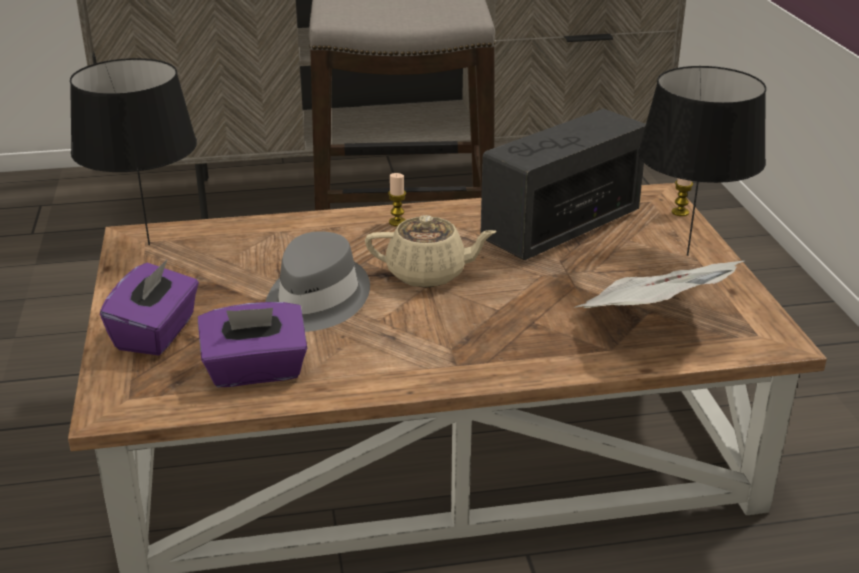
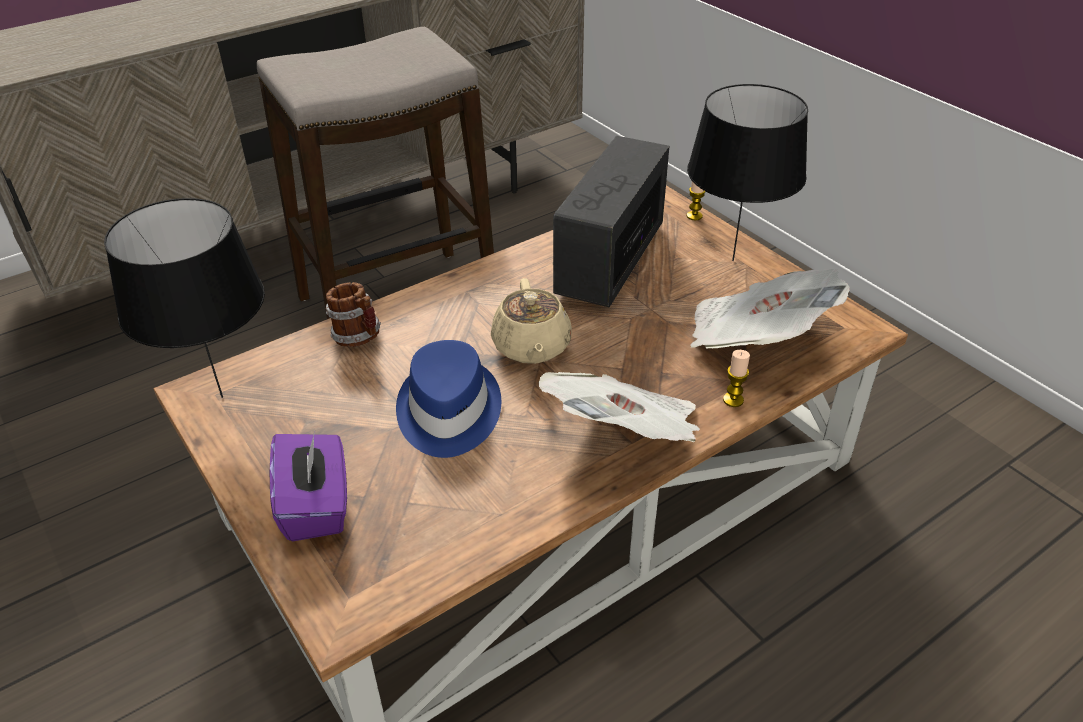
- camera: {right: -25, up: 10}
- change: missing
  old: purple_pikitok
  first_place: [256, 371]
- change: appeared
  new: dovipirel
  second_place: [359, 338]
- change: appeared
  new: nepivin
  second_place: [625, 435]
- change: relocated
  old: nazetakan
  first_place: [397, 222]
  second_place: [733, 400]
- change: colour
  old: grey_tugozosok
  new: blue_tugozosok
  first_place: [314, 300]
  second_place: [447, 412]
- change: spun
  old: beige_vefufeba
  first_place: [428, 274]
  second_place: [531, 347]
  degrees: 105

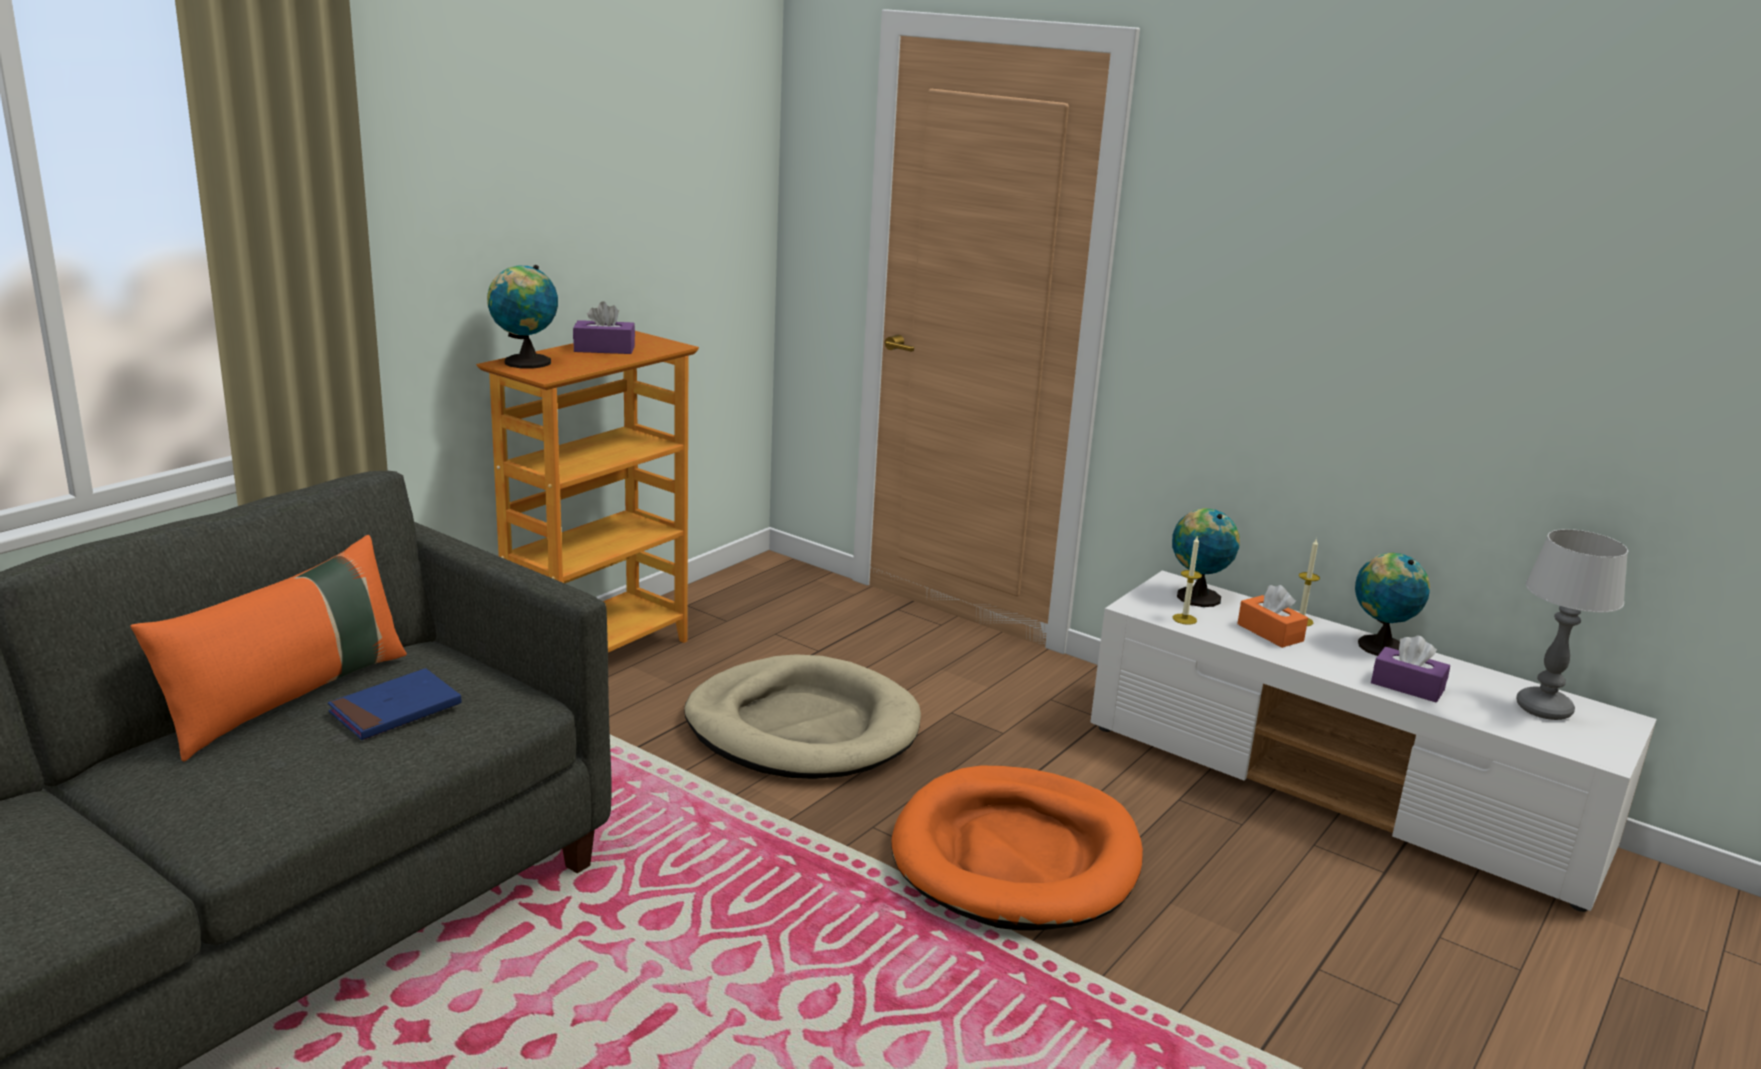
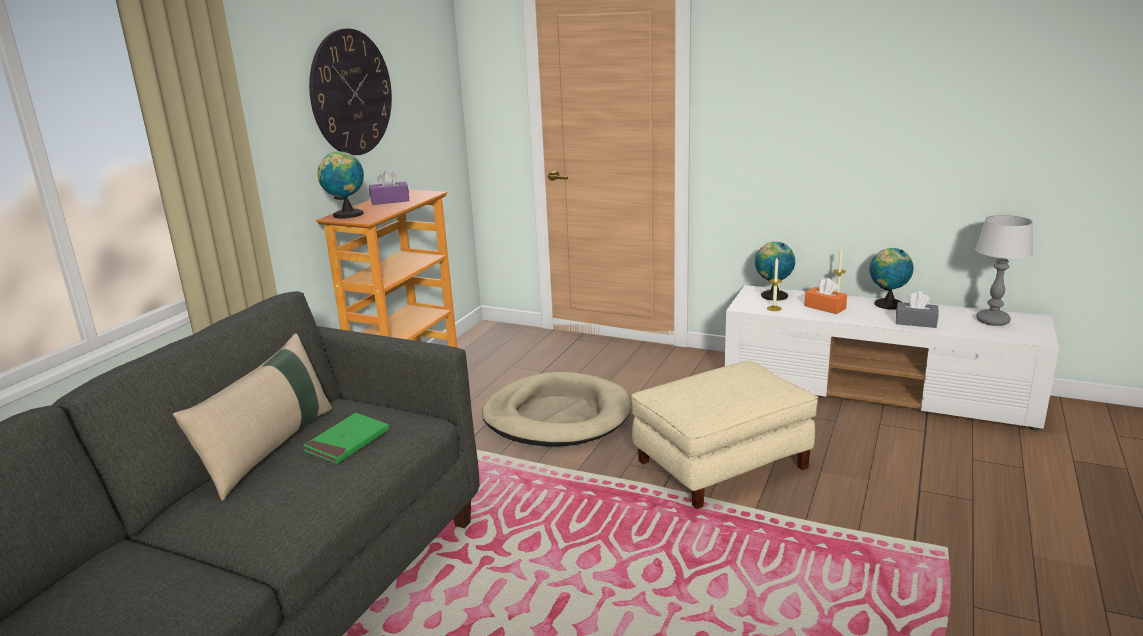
- camera: {right: -10, up: 0}
- change: appeared
  new: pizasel
  second_place: [351, 93]
- change: exchanged
  old: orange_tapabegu
  new: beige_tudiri
  first_place: [1016, 856]
  second_place: [721, 464]
- change: colour
  old: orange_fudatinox
  new: beige_fudatinox
  first_place: [289, 698]
  second_place: [270, 448]
- change: colour
  old: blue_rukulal
  new: green_rukulal
  first_place: [395, 710]
  second_place: [347, 442]
- change: colour
  old: purple_pikitok
  new: grey_pikitok
  first_place: [1407, 686]
  second_place: [915, 322]

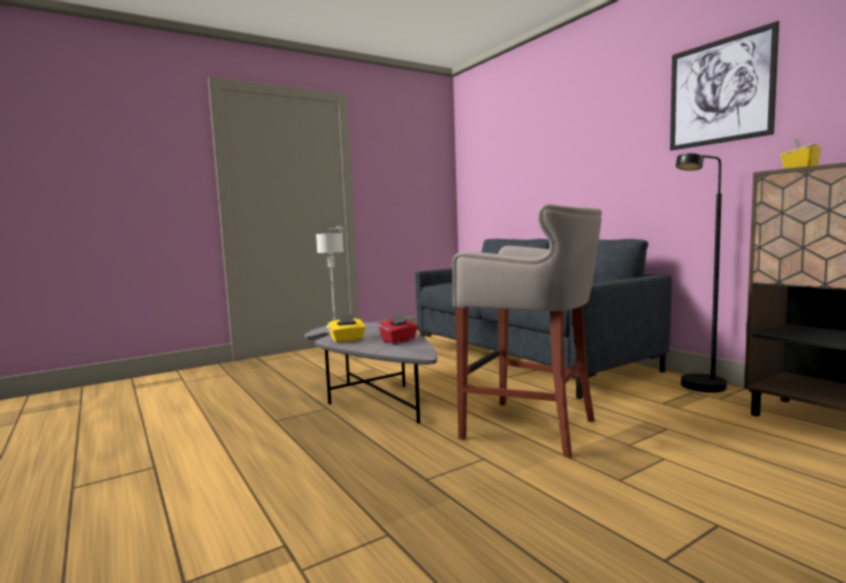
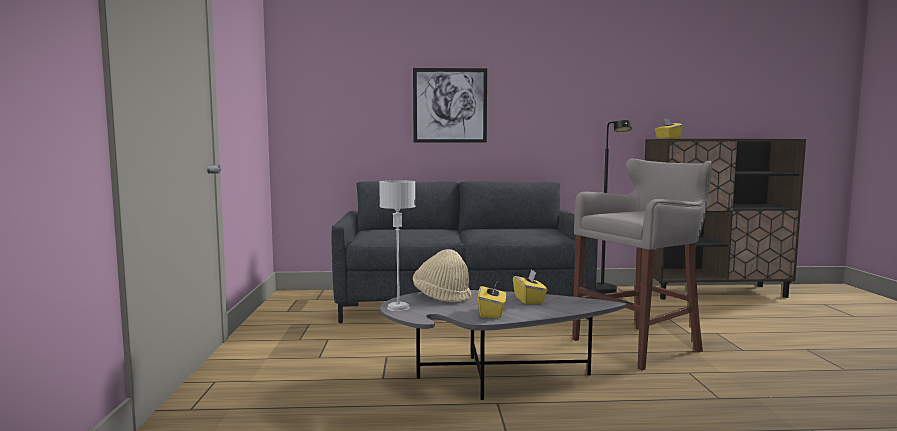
- camera: {right: -60, up: 0}
- change: appeared
  new: beige_tugozosok
  second_place: [442, 296]
- change: relocated
  old: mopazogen
  first_place: [720, 92]
  second_place: [450, 105]
- change: colour
  old: red_pikitok
  new: yellow_pikitok
  first_place: [399, 340]
  second_place: [529, 300]

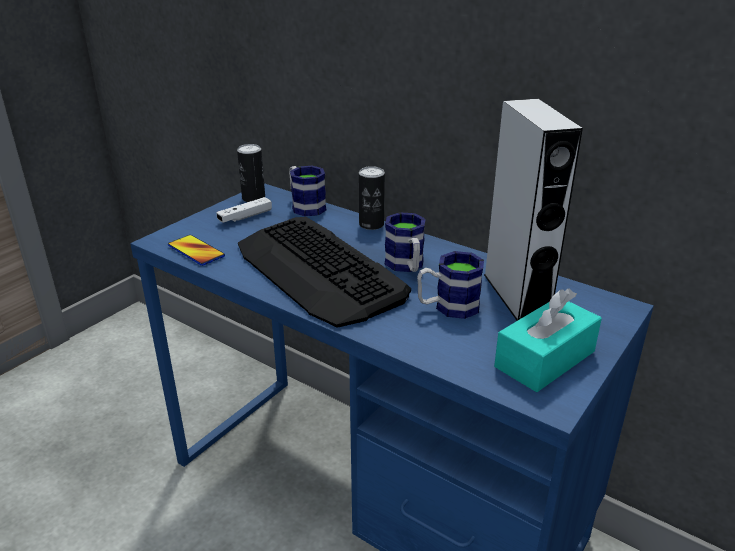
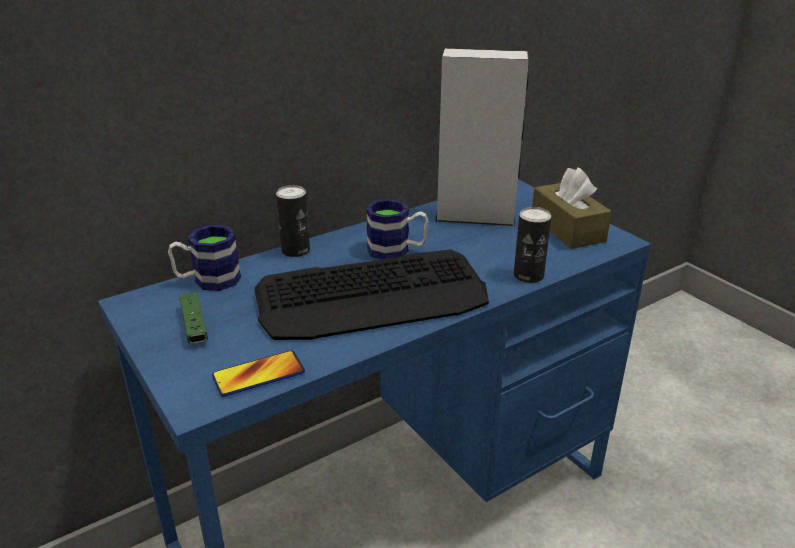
- camera: {right: -70, up: 0}
- change: missing
  old: dovipirel
  first_place: [448, 307]
- change: relocated
  old: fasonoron
  first_place: [253, 198]
  second_place: [528, 276]
- change: colour
  old: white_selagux
  new: green_selagux
  first_place: [245, 217]
  second_place: [194, 326]
- change: colour
  old: turquoise_pikitok
  new: brown_pikitok
  first_place: [545, 359]
  second_place: [567, 229]

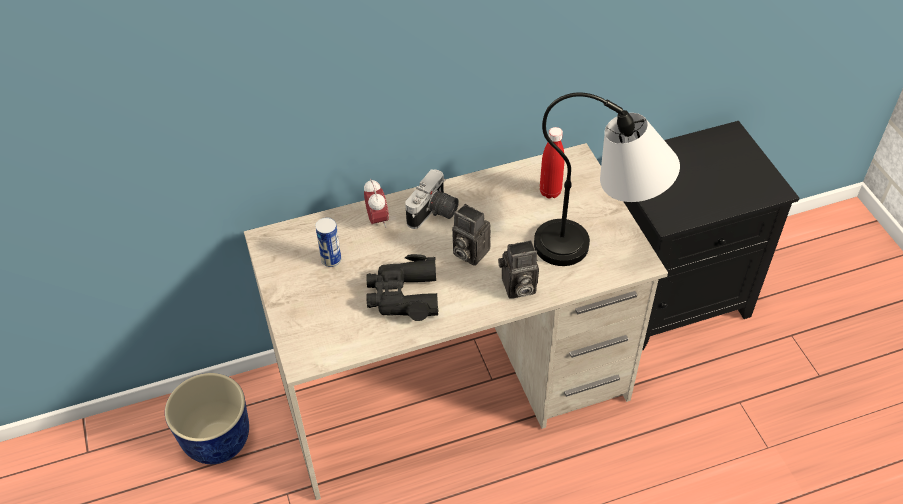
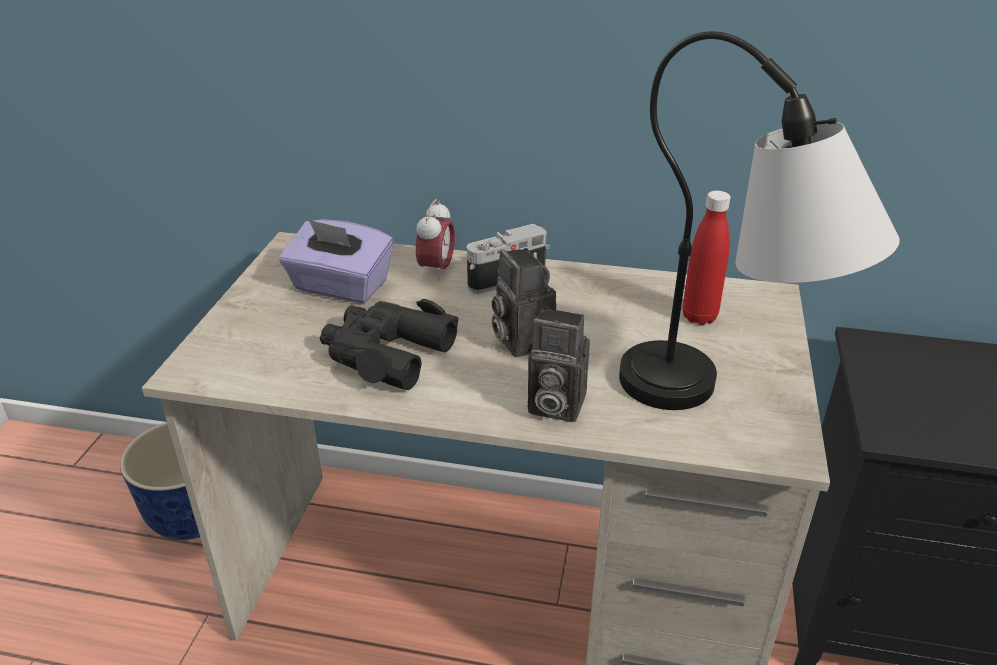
- camera: {right: 30, up: -15}
- change: exchanged
  old: fasonoron
  new: purple_pikitok
  first_place: [331, 260]
  second_place: [340, 287]

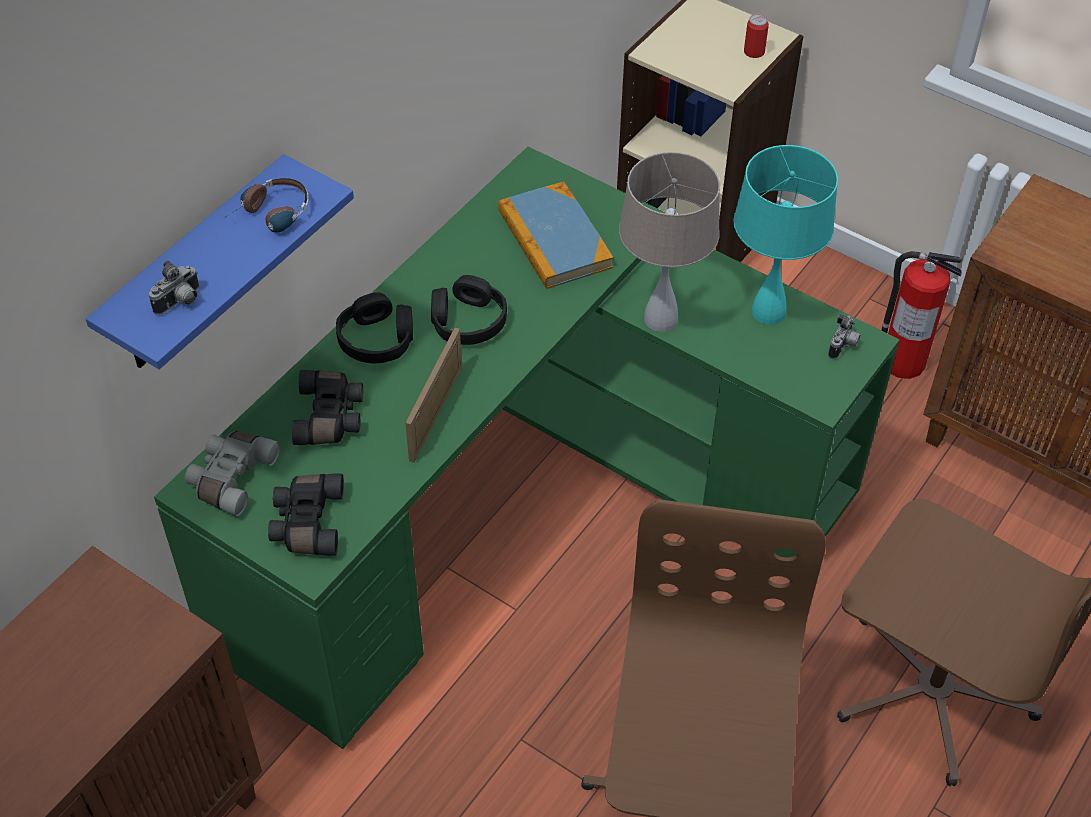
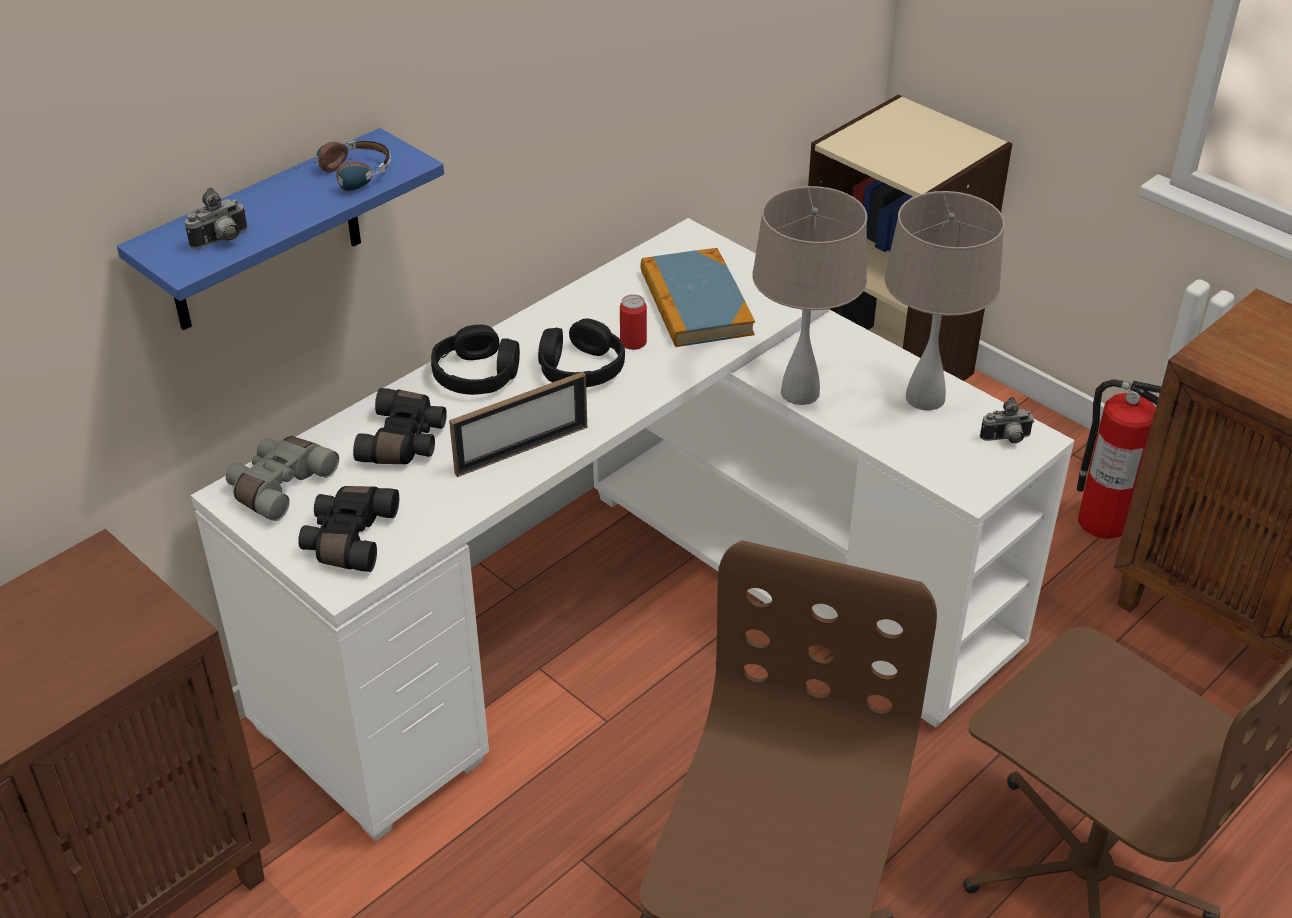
- camera: {right: 10, up: -10}
- change: relocated
  old: fasonoron
  first_place: [754, 52]
  second_place: [633, 342]
- change: colour
  old: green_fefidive
  new: white_fefidive
  first_place: [521, 507]
  second_place: [636, 618]
- change: colour
  old: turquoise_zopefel
  new: beige_zopefel
  first_place: [767, 312]
  second_place: [924, 398]
- change: spun
  old: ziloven
  first_place: [436, 413]
  second_place: [522, 450]
  degrees: -150
- change: spun
  old: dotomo
  first_place: [843, 346]
  second_place: [1006, 439]
  degrees: 45

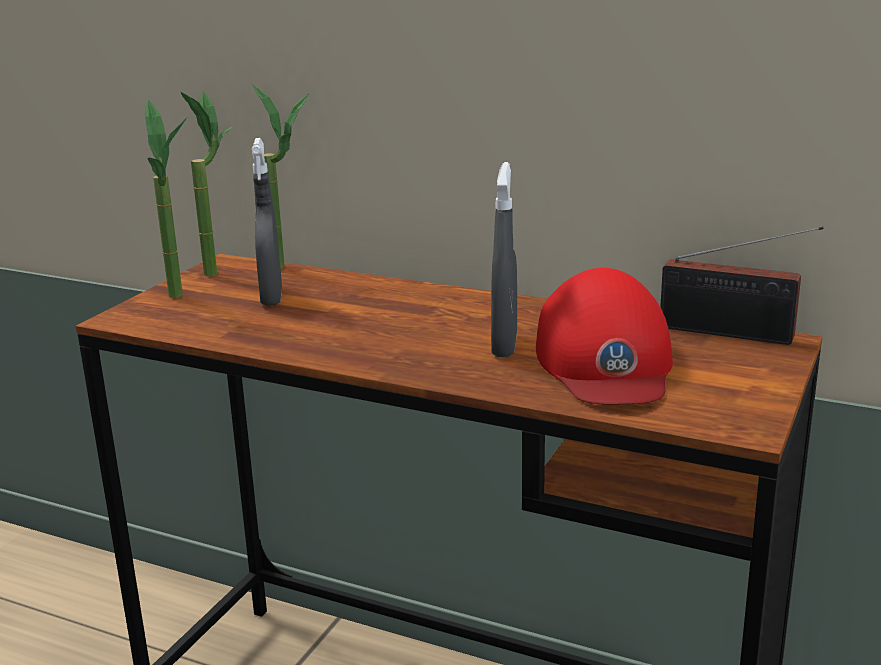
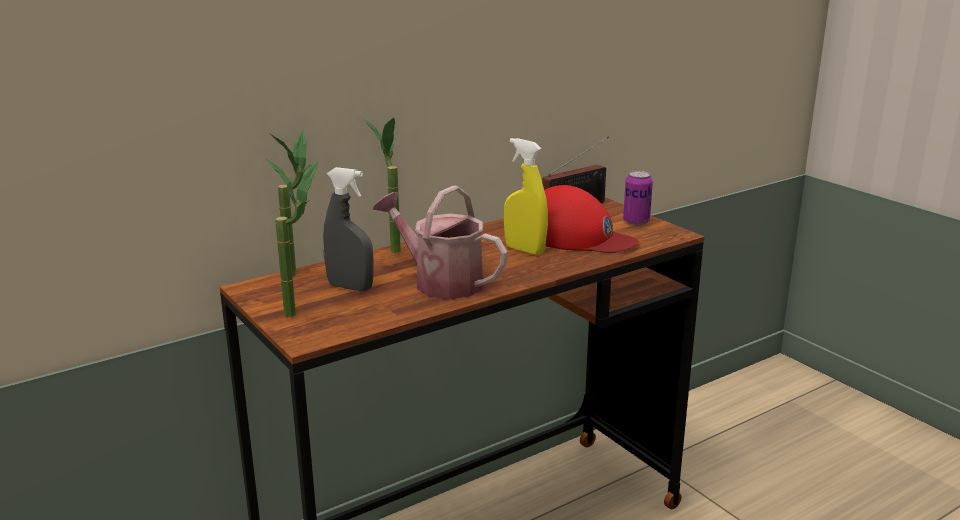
- camera: {right: -60, up: 0}
- change: appeared
  new: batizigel
  second_place: [440, 281]
- change: appeared
  new: fasonoron
  second_place: [636, 221]
- change: relocated
  old: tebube
  first_place: [217, 269]
  second_place: [389, 248]
- change: colour
  old: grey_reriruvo
  new: yellow_reriruvo
  first_place: [504, 345]
  second_place: [524, 250]

